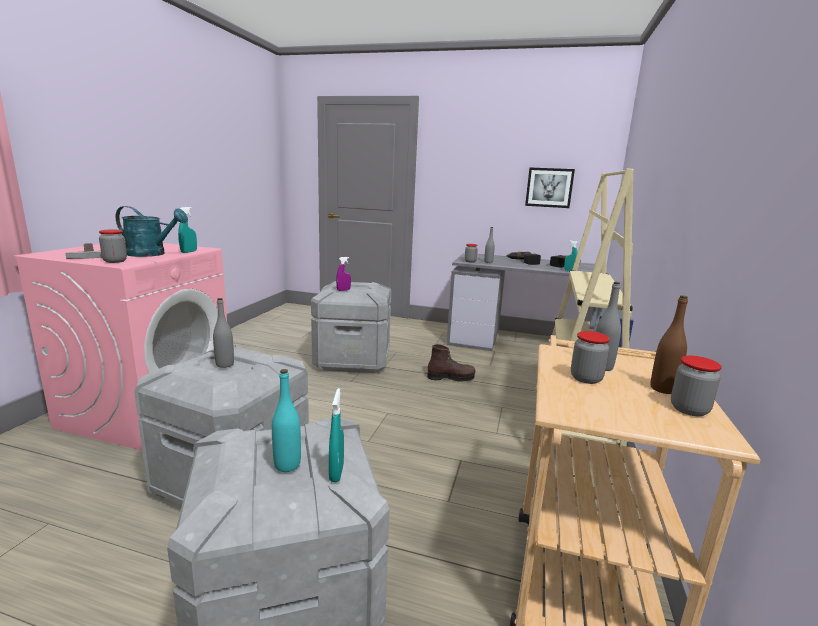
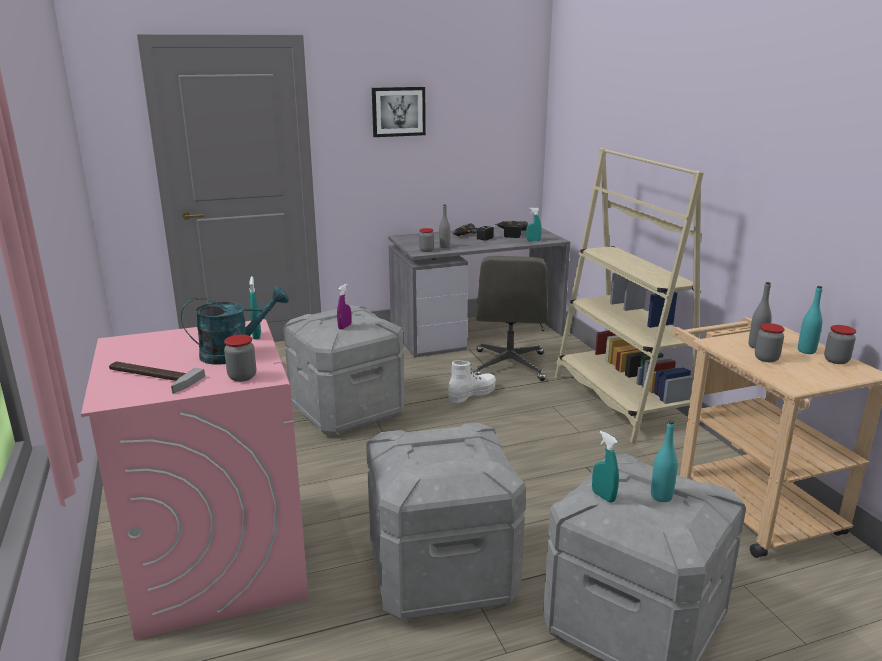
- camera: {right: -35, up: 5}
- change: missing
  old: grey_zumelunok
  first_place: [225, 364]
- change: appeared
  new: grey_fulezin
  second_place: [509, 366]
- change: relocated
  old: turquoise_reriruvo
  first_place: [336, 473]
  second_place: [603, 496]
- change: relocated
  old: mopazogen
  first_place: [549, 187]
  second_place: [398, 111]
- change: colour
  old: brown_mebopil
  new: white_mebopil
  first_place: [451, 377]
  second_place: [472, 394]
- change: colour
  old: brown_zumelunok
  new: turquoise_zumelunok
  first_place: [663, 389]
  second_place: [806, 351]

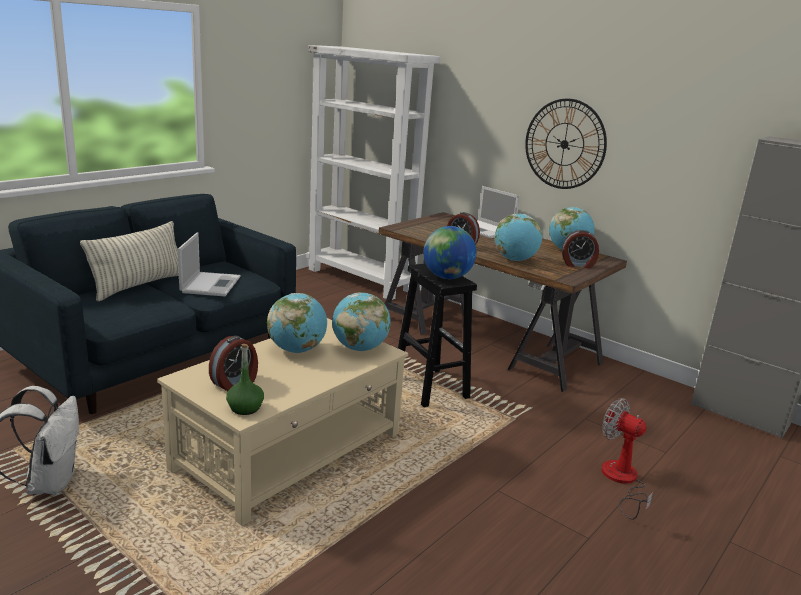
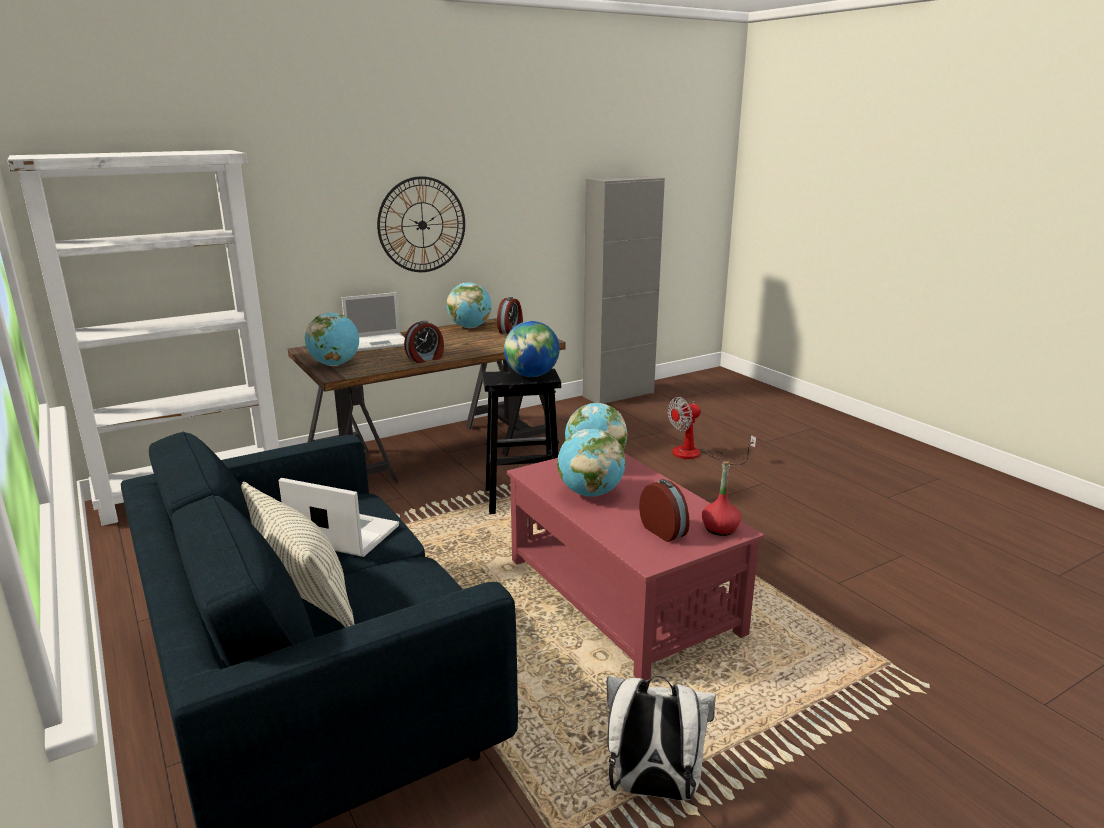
- camera: {right: -70, up: 0}
- change: relocated
  old: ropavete
  first_place: [515, 260]
  second_place: [335, 364]
- change: colour
  old: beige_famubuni
  new: red_famubuni
  first_place: [290, 451]
  second_place: [621, 594]
- change: colour
  old: green_zumelunok
  new: red_zumelunok
  first_place: [245, 408]
  second_place: [720, 528]

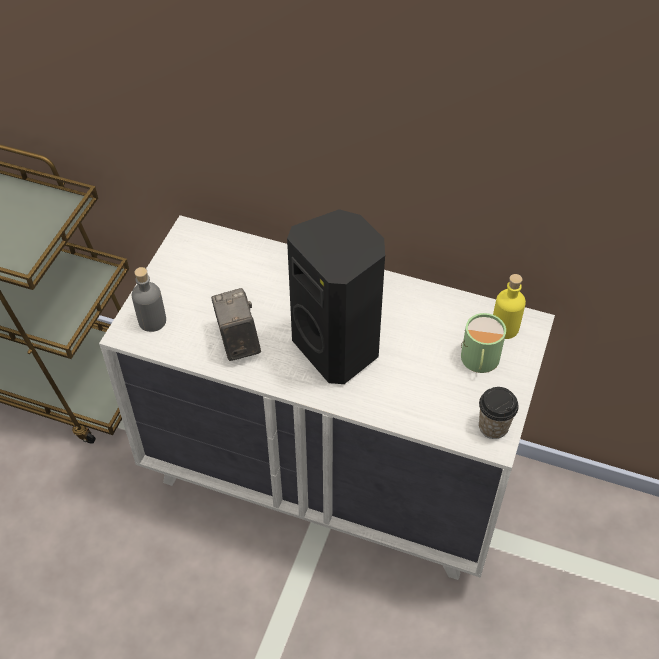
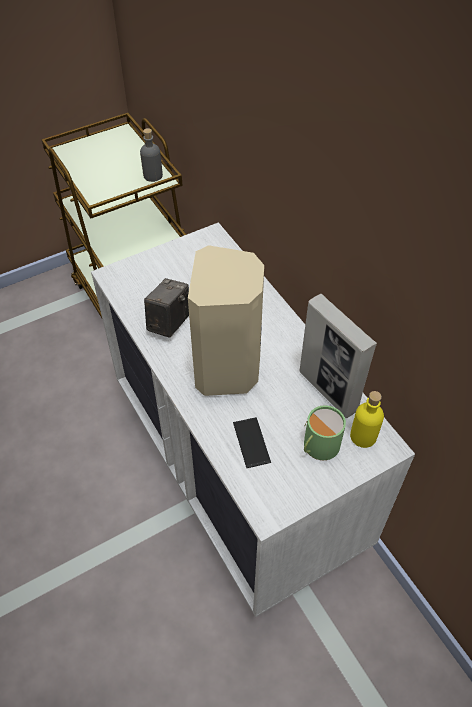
- camera: {right: 40, up: 0}
- change: missing
  old: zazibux
  first_place: [493, 427]
- change: appeared
  new: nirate
  second_place: [251, 442]
- change: appeared
  new: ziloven
  second_place: [328, 391]
- change: relocated
  old: grey_zumelunok
  first_place: [152, 321]
  second_place: [153, 175]
- change: colour
  old: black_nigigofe
  new: beige_nigigofe
  first_place: [339, 347]
  second_place: [228, 369]

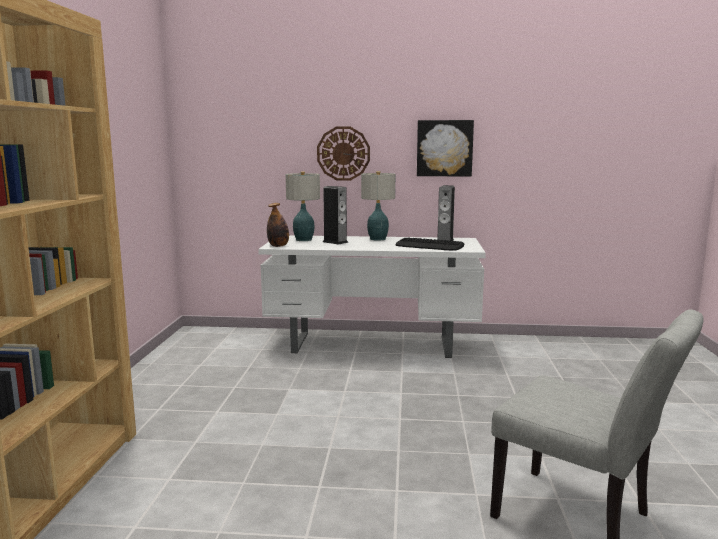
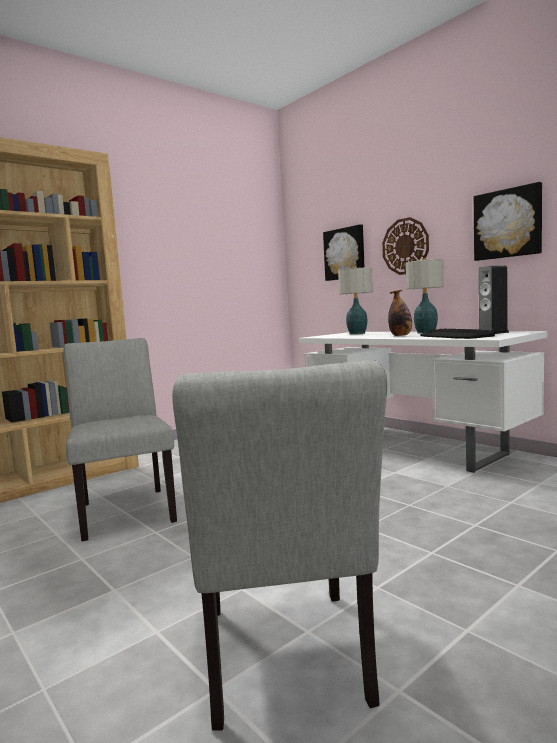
- camera: {right: 45, up: -5}
- change: missing
  old: nigigofe
  first_place: [335, 242]
- change: appeared
  new: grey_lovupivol
  second_place: [126, 509]
- change: appeared
  new: mopazogen
  second_place: [345, 253]
- change: relocated
  old: zumelunok
  first_place: [278, 246]
  second_place: [400, 335]

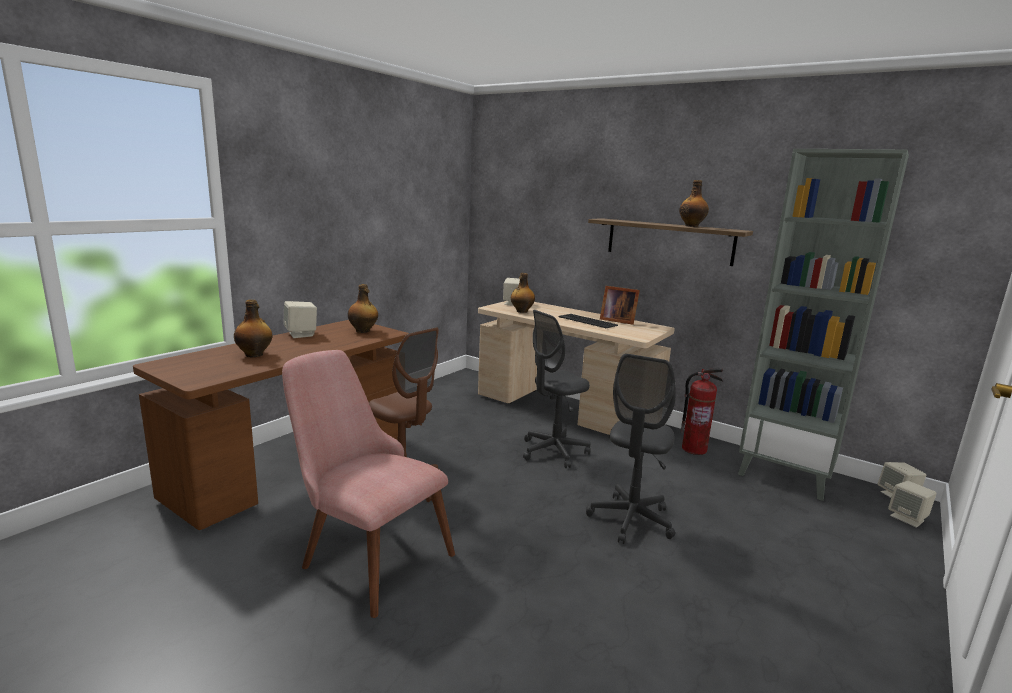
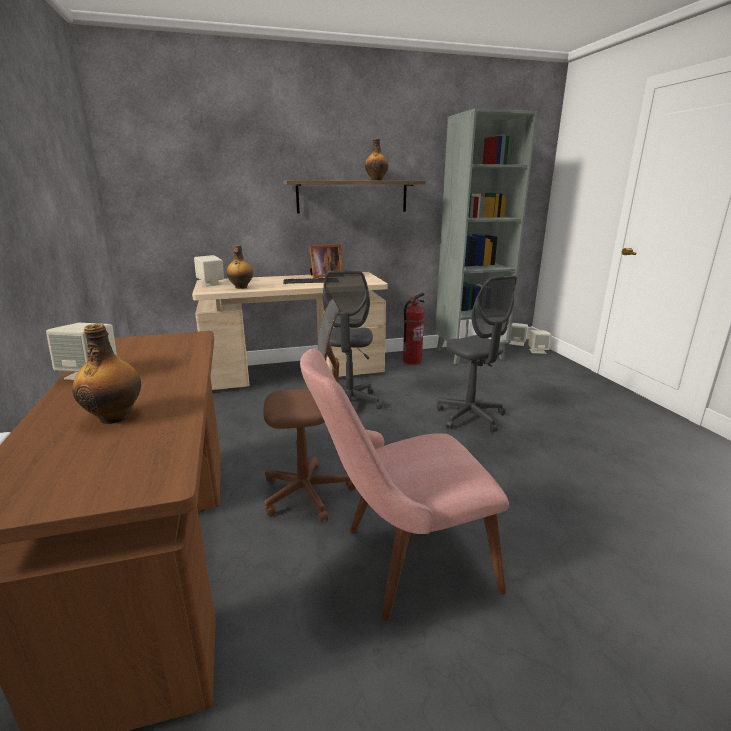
- camera: {right: -50, up: 5}
- change: missing
  old: zumelunok
  first_place: [363, 331]

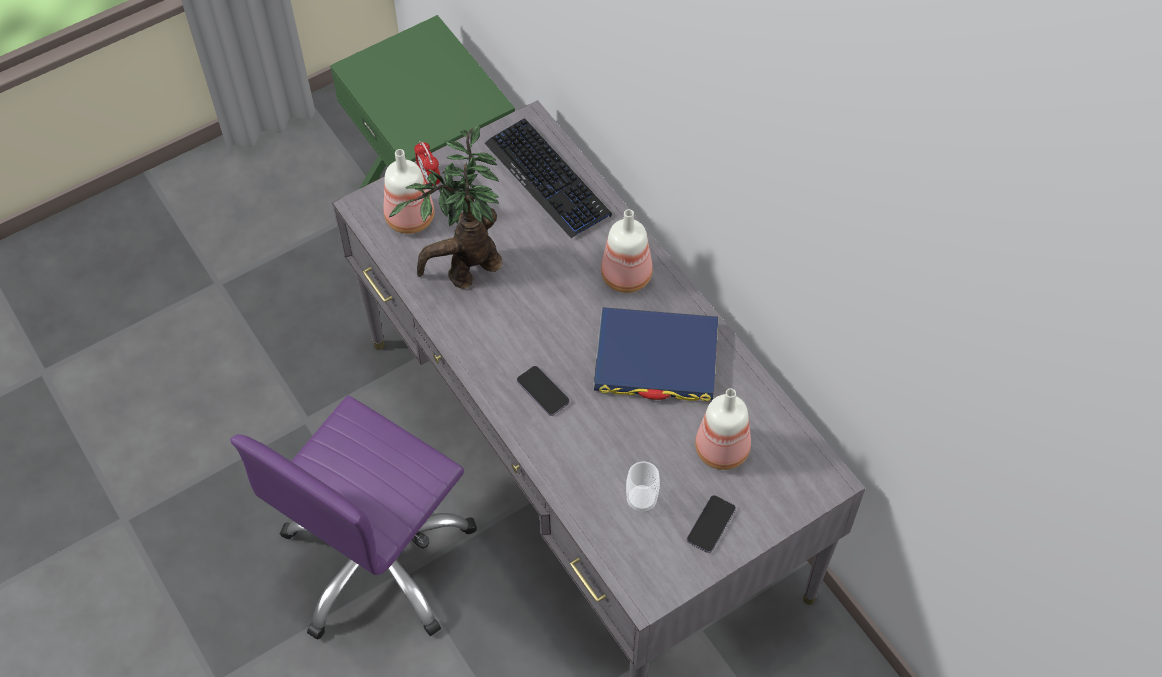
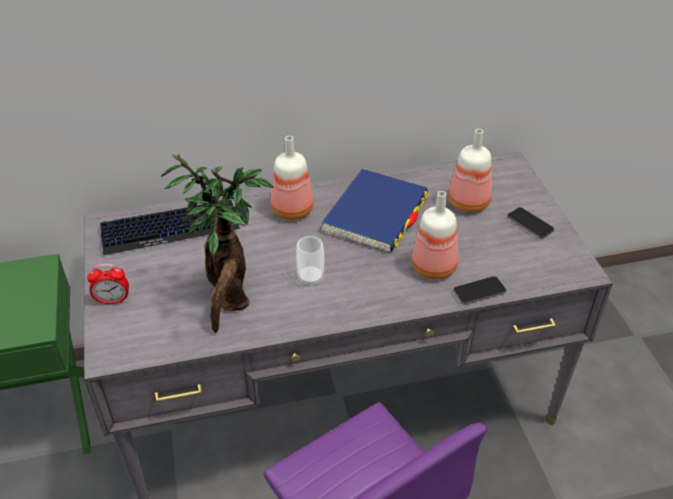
- camera: {right: -70, up: -15}
- change: relocated
  old: zumelunok
  first_place: [411, 218]
  second_place: [434, 266]
- change: relocated
  old: nirate
  first_place: [543, 392]
  second_place: [479, 291]
- change: relocated
  old: zazibux
  first_place: [641, 500]
  second_place: [310, 278]

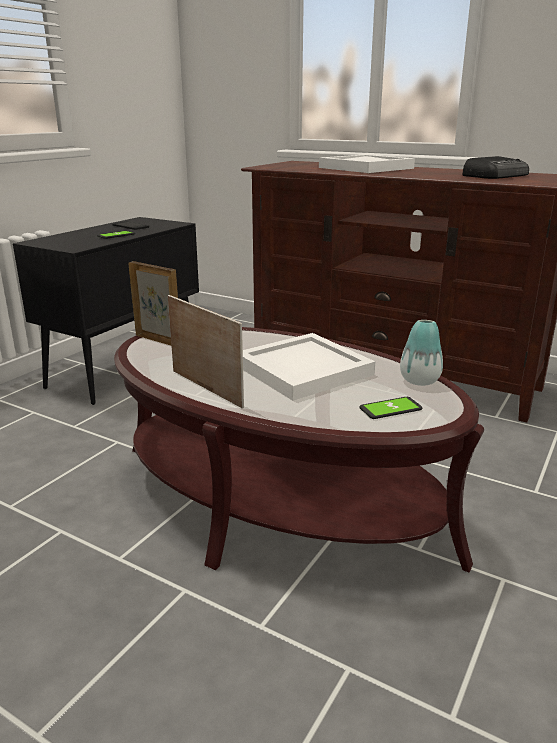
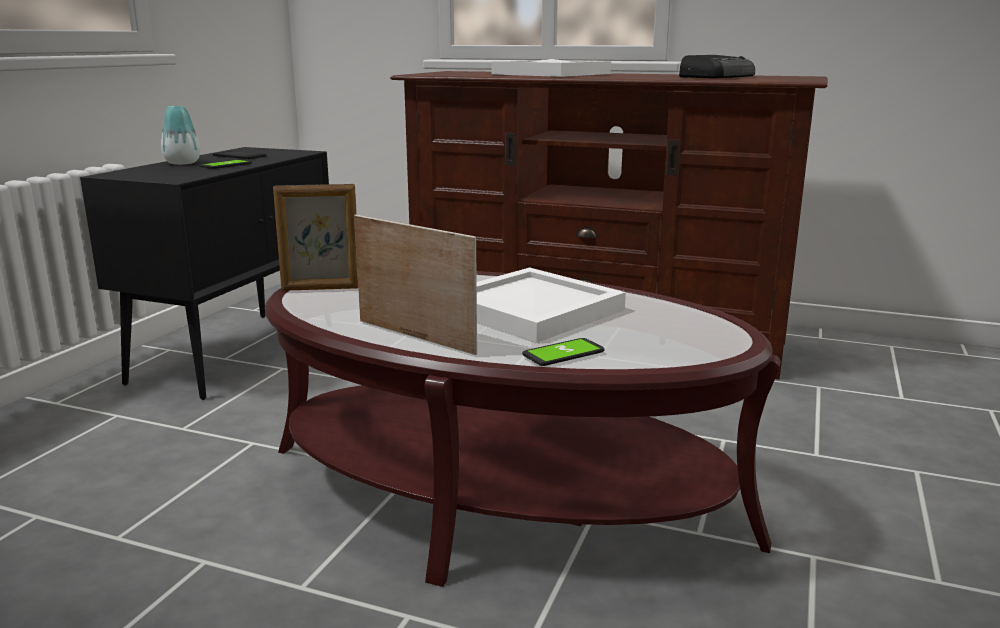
- camera: {right: -10, up: -5}
- change: relocated
  old: nirate
  first_place: [390, 409]
  second_place: [563, 353]
- change: relocated
  old: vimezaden
  first_place: [419, 380]
  second_place: [182, 163]
- change: spun
  old: ziloven
  first_place: [158, 340]
  second_place: [321, 288]
  degrees: 150

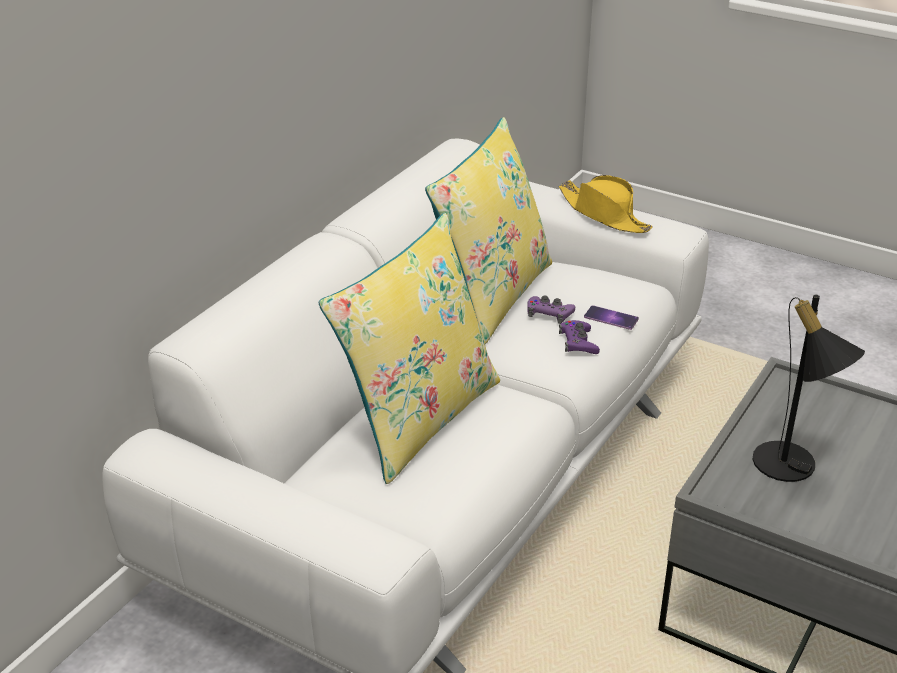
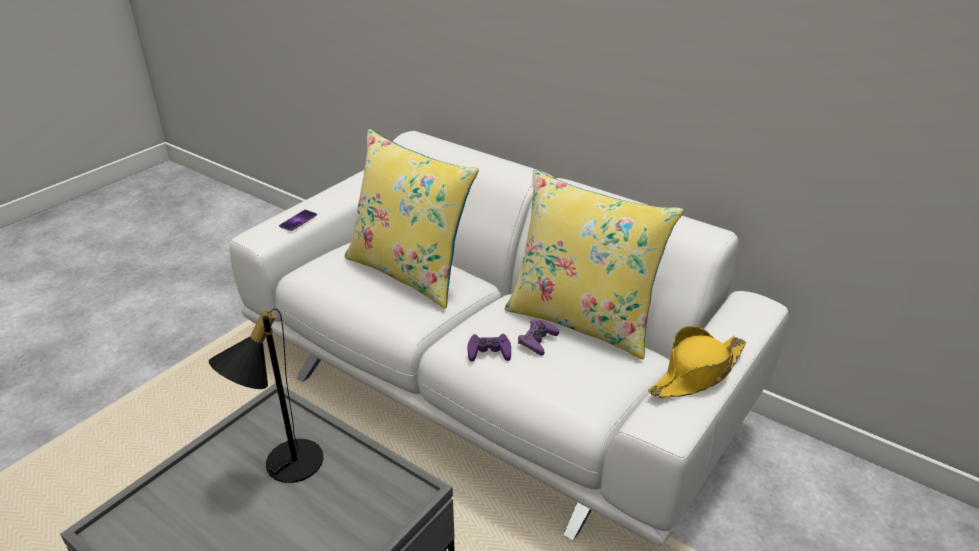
- camera: {right: 95, up: 0}
- change: relocated
  old: nirate
  first_place: [611, 318]
  second_place: [298, 220]

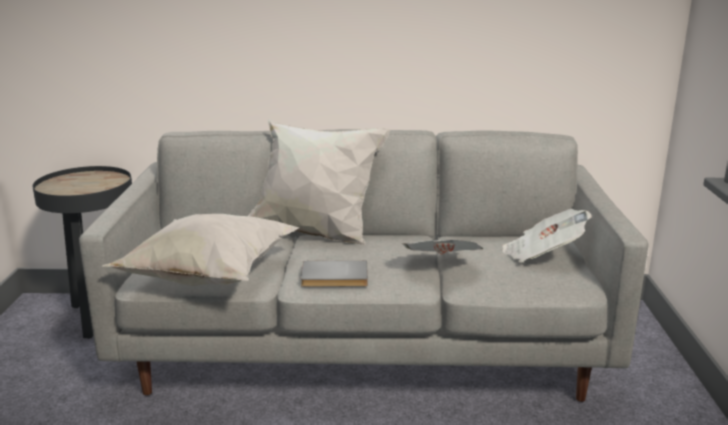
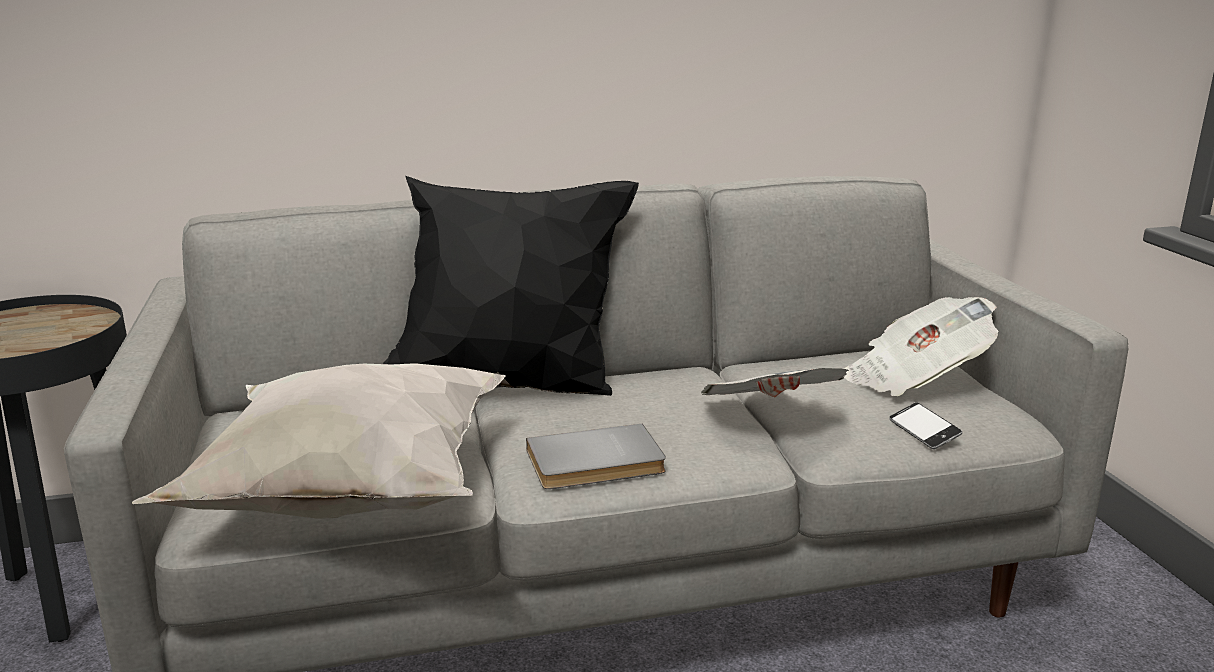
- camera: {right: -15, up: 0}
- change: appeared
  new: nirate
  second_place: [923, 431]
- change: colour
  old: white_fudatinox
  new: black_fudatinox
  first_place: [315, 234]
  second_place: [510, 385]

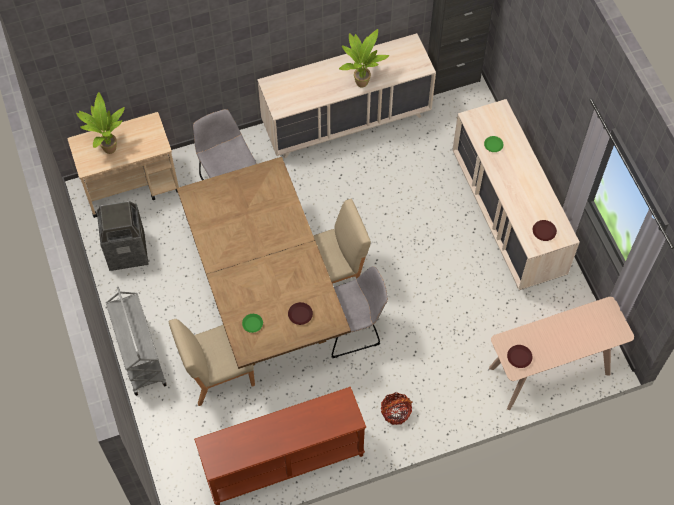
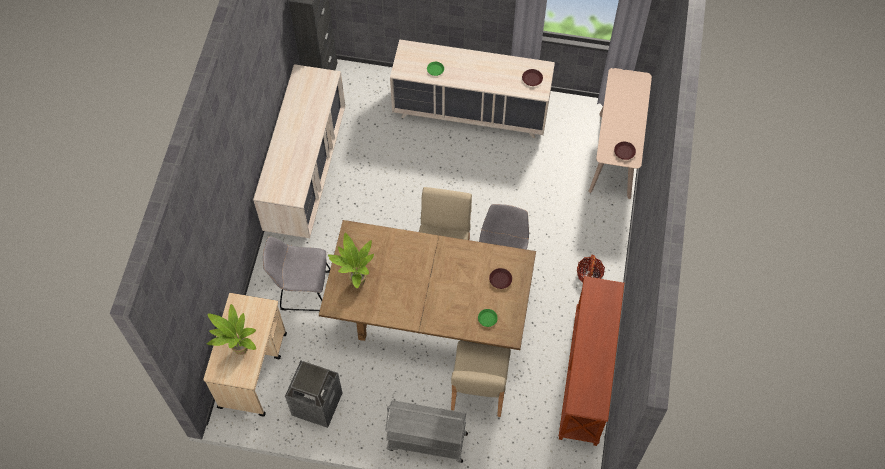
- camera: {right: -60, up: 0}
- change: relocated
  old: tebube
  first_place: [360, 82]
  second_place: [356, 282]

